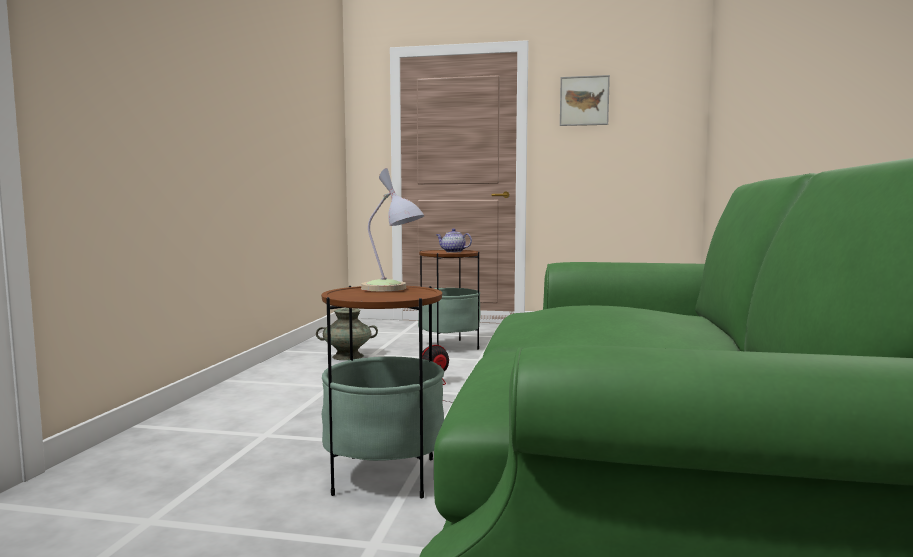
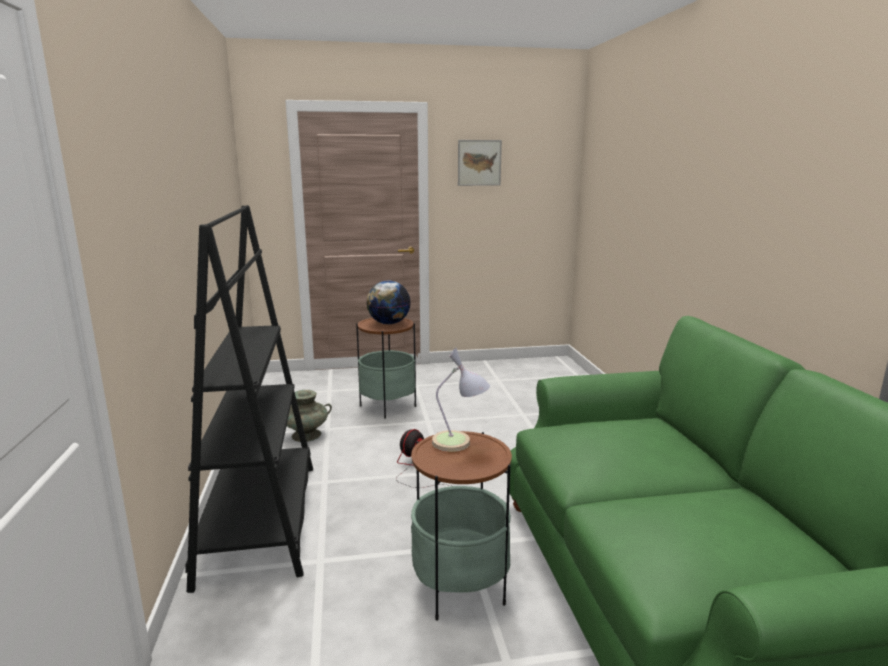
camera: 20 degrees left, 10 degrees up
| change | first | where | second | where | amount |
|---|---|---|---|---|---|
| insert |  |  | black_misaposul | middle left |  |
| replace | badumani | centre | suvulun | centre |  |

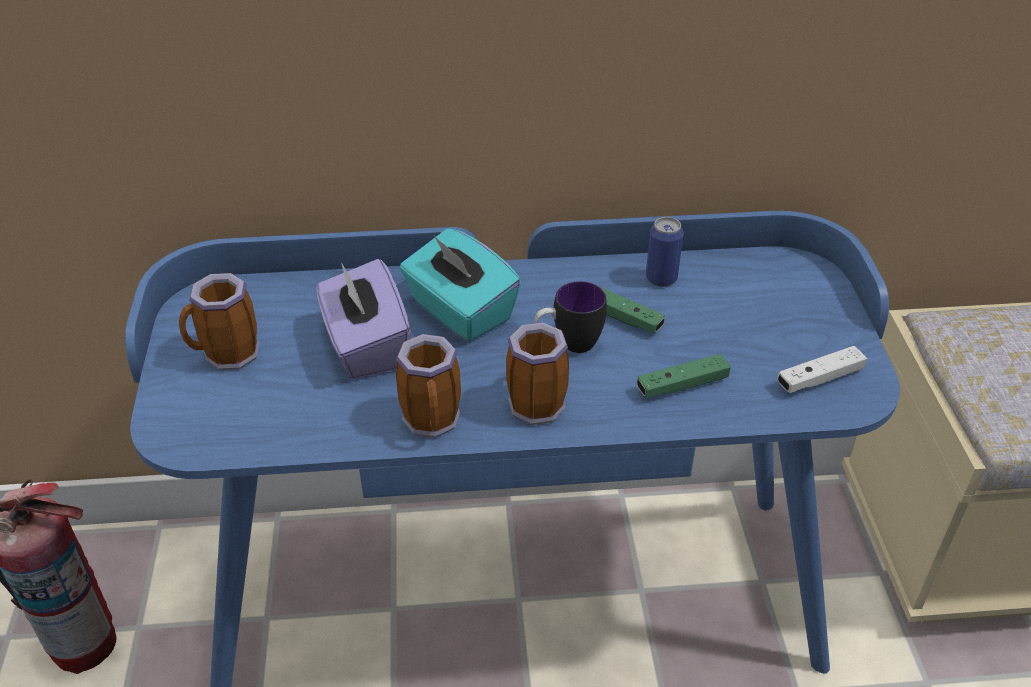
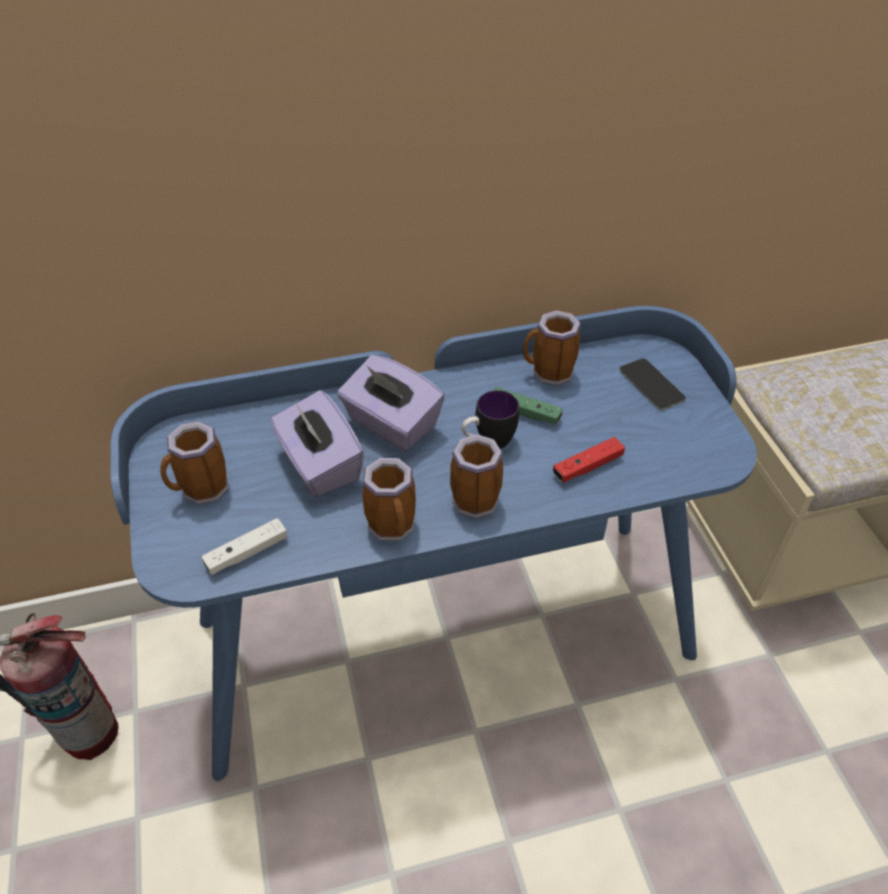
camera: 10 degrees left, 5 degrees up
| change | first | where | second | where | amount |
|---|---|---|---|---|---|
| insert |  |  | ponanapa | middle right |  |
| move | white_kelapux | middle right |  | middle left |  |
| replace | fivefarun | centre | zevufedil (5th from left) | centre |  |
| recolor | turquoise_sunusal | centre | purple_sunusal (2nd from left) | centre |  |
| recolor | green_kelapux (2nd from left) | centre | red_kelapux | centre |  |

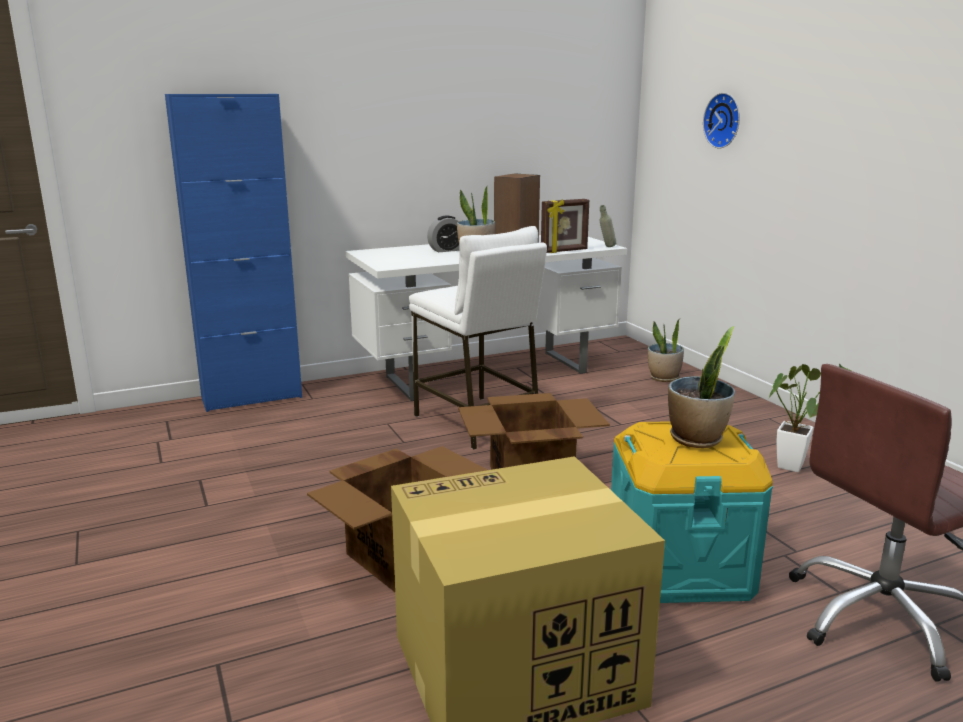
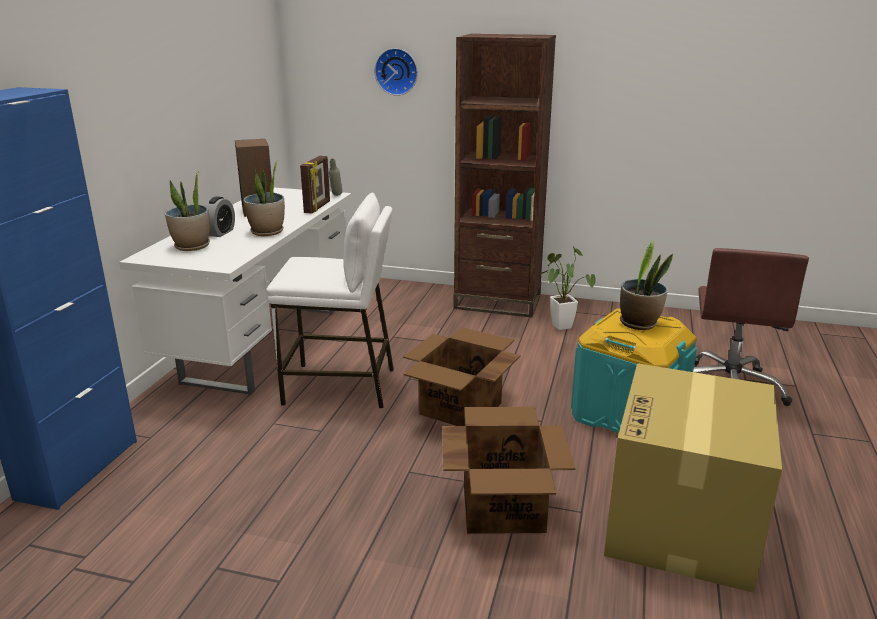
camera: 50 degrees left, 5 degrees up
| change | first | where | second | where | amount |
|---|---|---|---|---|---|
| insert |  |  | brown_misaposul | top centre |  |
| move | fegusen (2nd from left in the first image) | middle right | fegusen (1st from left) | middle left |  |

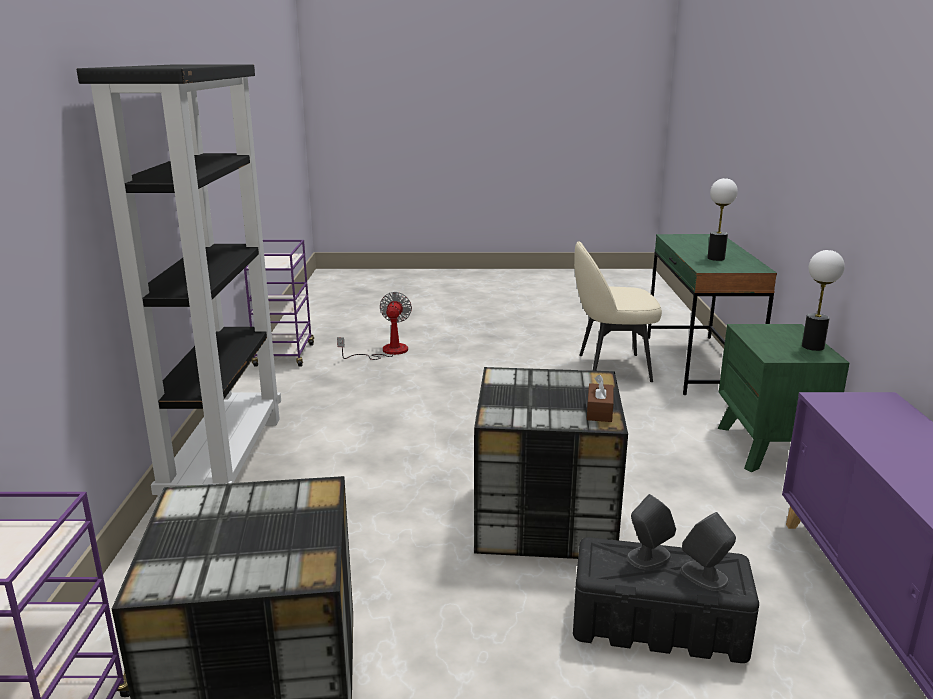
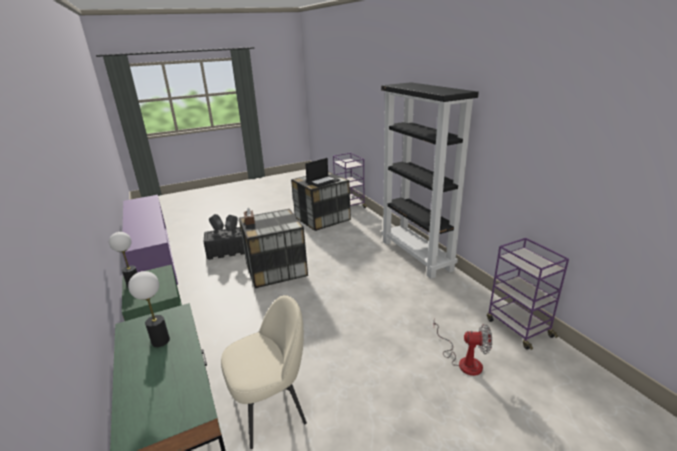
camera: 155 degrees right, 5 degrees up
| change | first | where | second | where | amount |
|---|---|---|---|---|---|
| insert |  |  | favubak | centre |  |
| rotate | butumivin | centre |  | bottom right | 60 degrees counterclockwise |

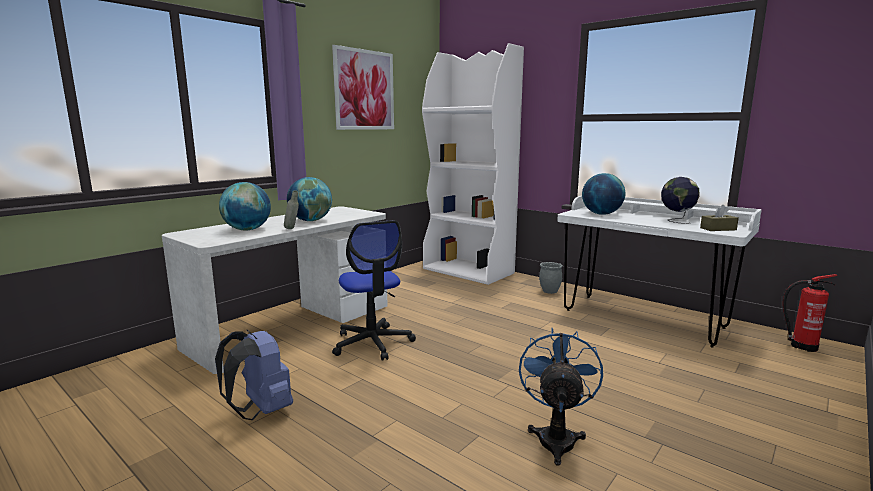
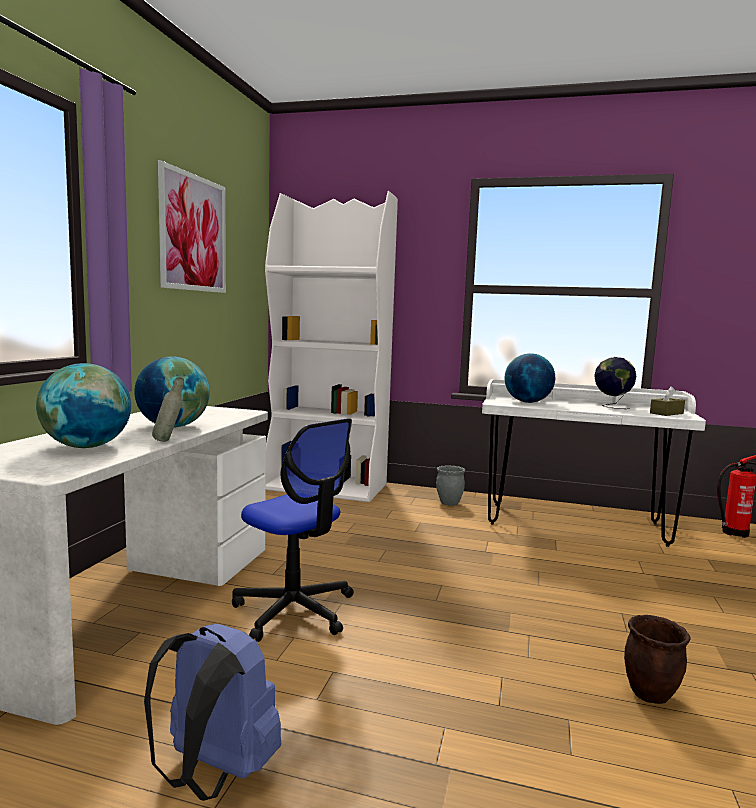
camera: 25 degrees left, 5 degrees down
| change | first | where | second | where | amount |
|---|---|---|---|---|---|
| replace | blue_butumivin | bottom centre | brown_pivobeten | bottom right |  |

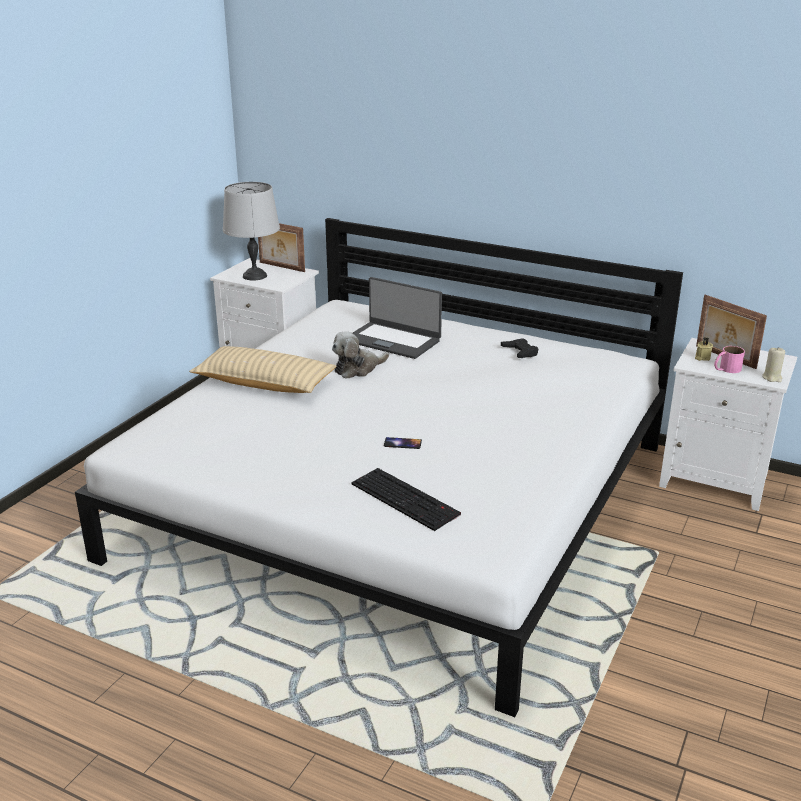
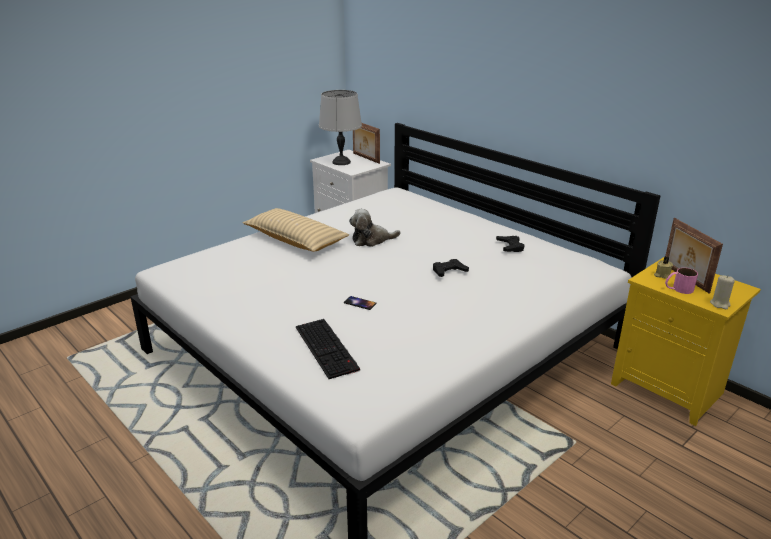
camera: 20 degrees right, 0 degrees up
| change | first | where | second | where | amount |
|---|---|---|---|---|---|
| delete | favubak | centre |  |  |  |
| insert |  |  | black_kelapux (1st from left) | centre |  |
| recolor | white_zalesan (2nd from left) | middle right | yellow_zalesan | middle right |  |

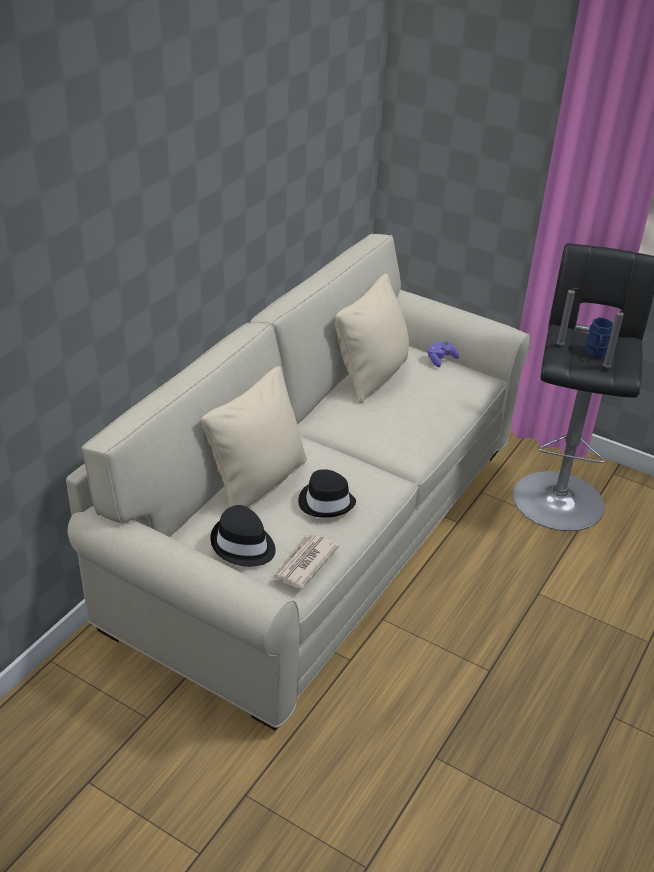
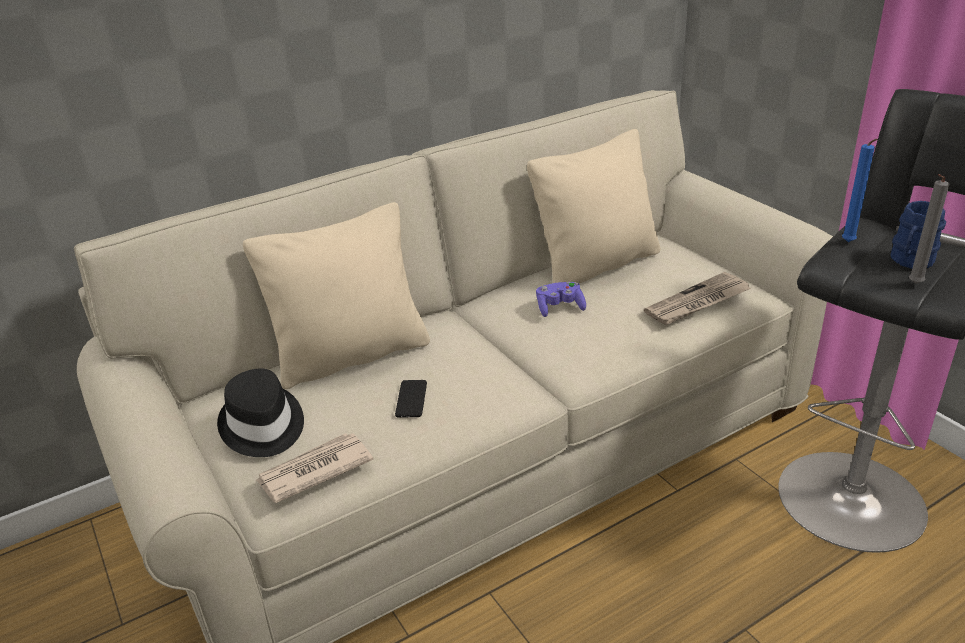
camera: 30 degrees right, 5 degrees down
| change | first | where | second | where | amount |
|---|---|---|---|---|---|
| insert |  |  | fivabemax (2nd from left) | middle right |  |
| move | purple_kelapux | middle right |  | centre |  |
| replace | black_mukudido (2nd from left) | centre | ponanapa | centre |  |
| recolor | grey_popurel (1st from left) | middle right | blue_popurel | top right |  |

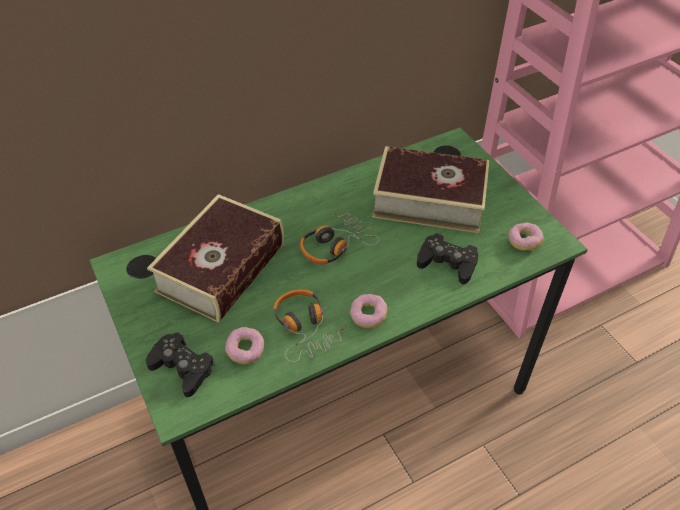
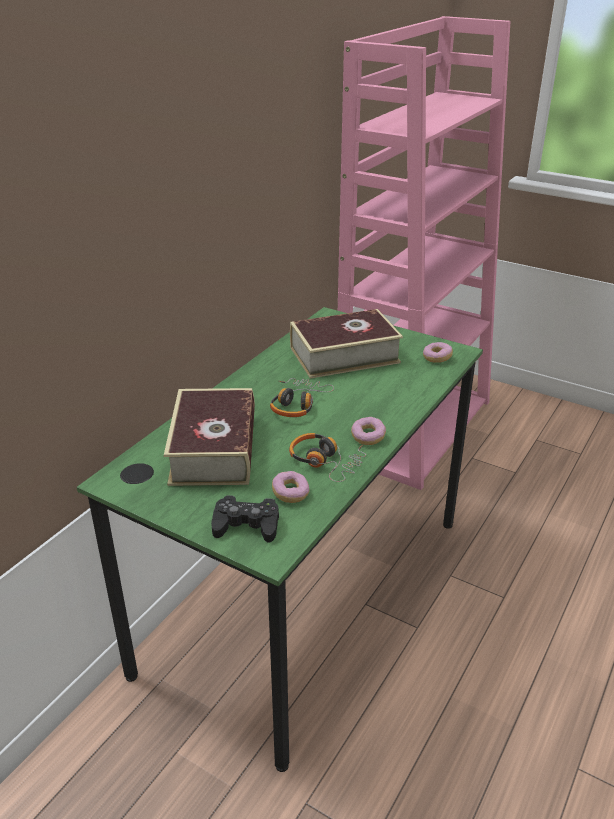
camera: 30 degrees left, 15 degrees down
| change | first | where | second | where | amount |
|---|---|---|---|---|---|
| delete | black_kelapux (2nd from left) | centre |  |  |  |

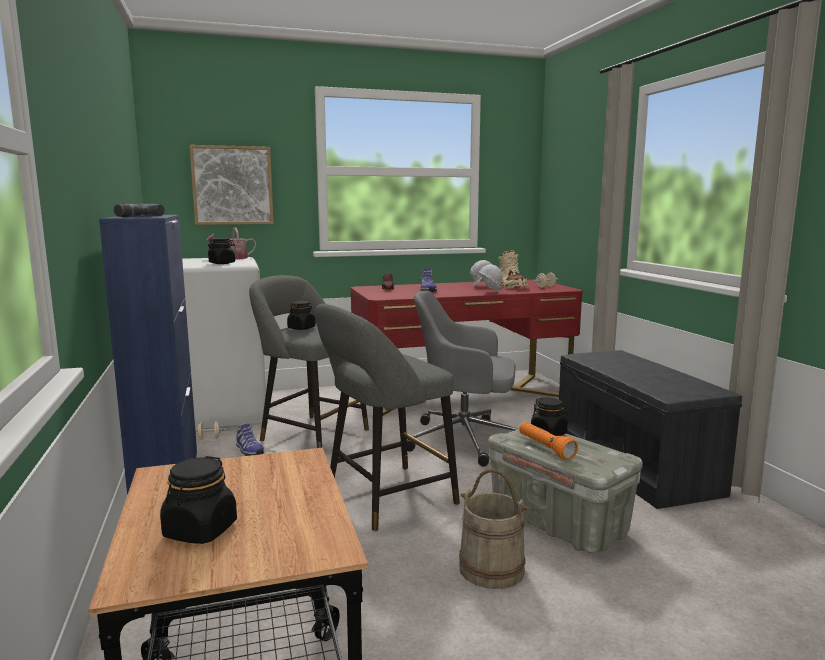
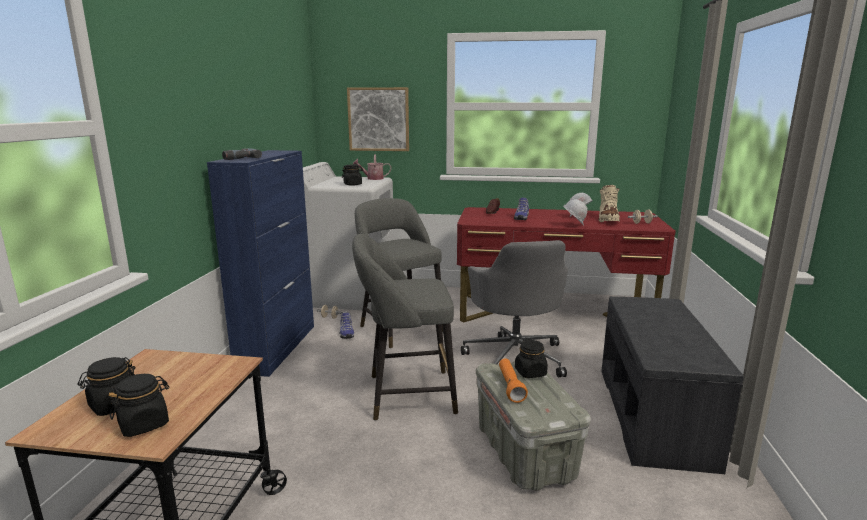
camera: 25 degrees right, 5 degrees up
| change | first | where | second | where | amount |
|---|---|---|---|---|---|
| delete | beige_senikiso | bottom centre |  |  |  |
| move | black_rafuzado (3rd from left in the first image) | centre | black_rafuzado (2nd from left) | bottom left |  |
| rotate | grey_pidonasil | centre |  | centre | 135 degrees counterclockwise |

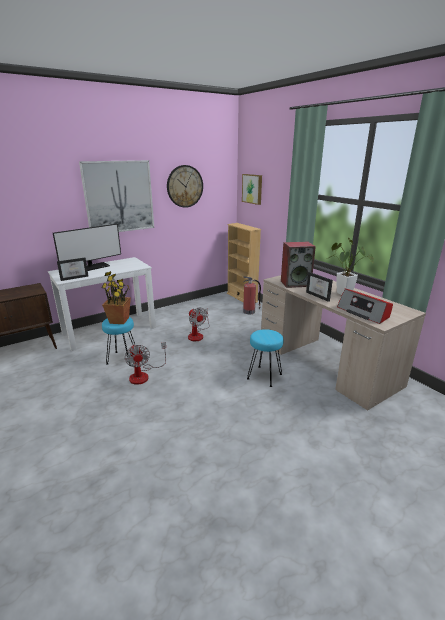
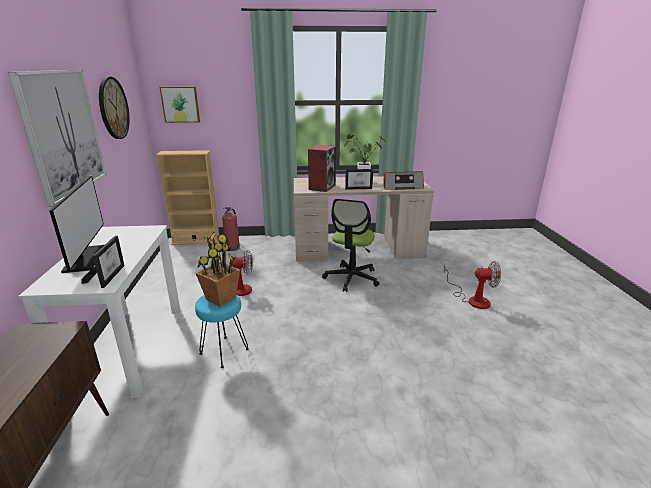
camera: 60 degrees left, 0 degrees up
| change | first | where | second | where | amount |
|---|---|---|---|---|---|
| move | butumivin (1st from left in the first image) | middle left | butumivin (2nd from left) | middle right |  |
| replace | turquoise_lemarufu (2nd from left) | centre | pidonasil | centre |  |

